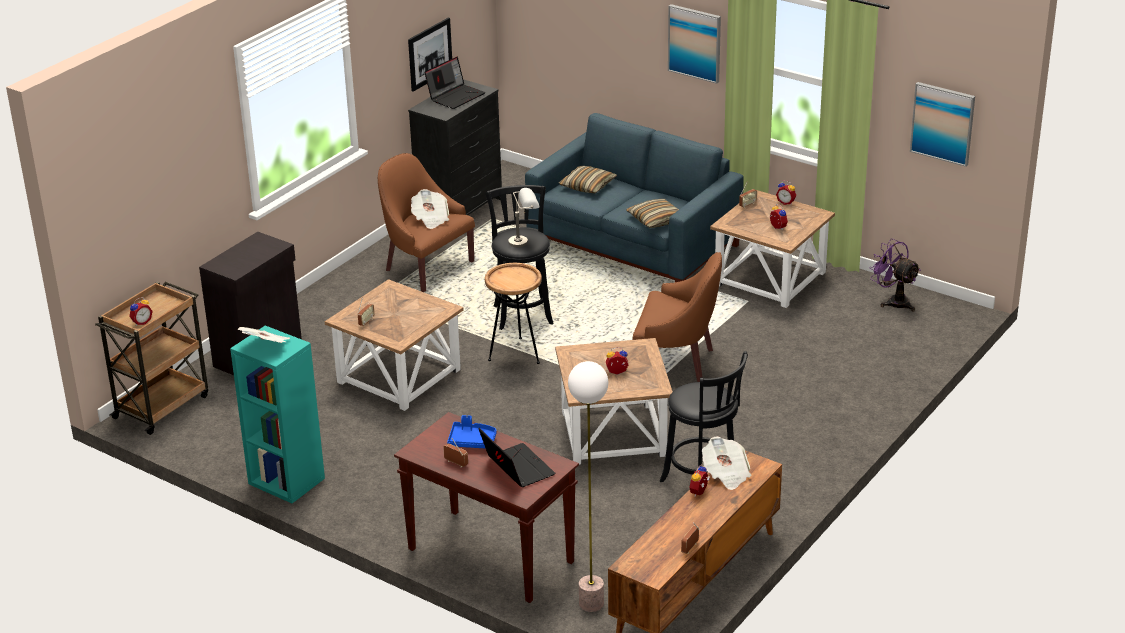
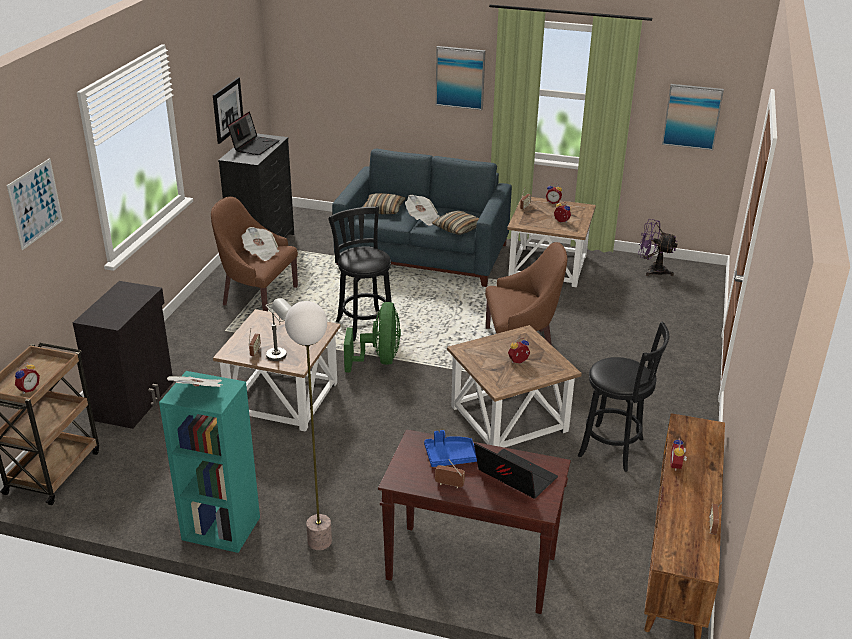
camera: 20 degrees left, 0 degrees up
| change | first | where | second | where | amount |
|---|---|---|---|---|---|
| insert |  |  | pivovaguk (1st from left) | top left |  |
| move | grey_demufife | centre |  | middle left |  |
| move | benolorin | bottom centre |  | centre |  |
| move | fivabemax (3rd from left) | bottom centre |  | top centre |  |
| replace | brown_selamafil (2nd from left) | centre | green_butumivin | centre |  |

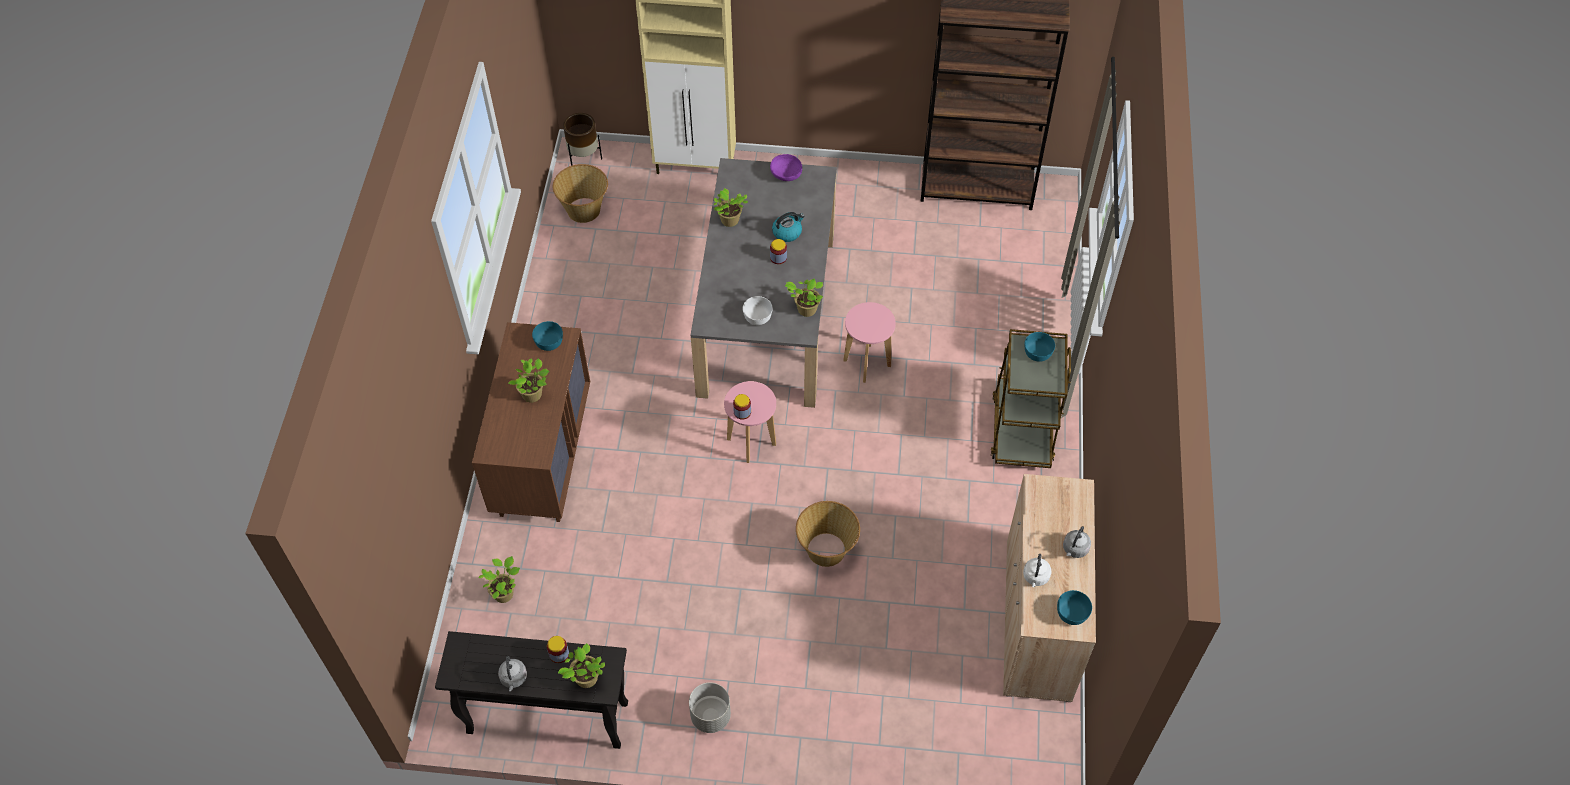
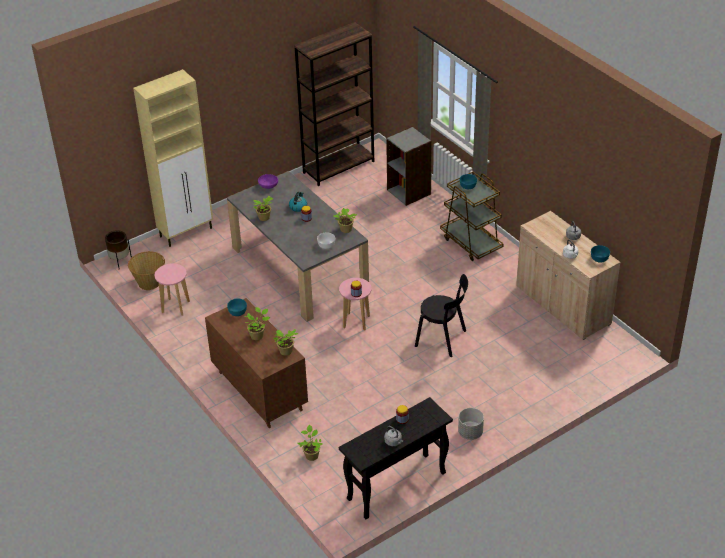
camera: 40 degrees left, 15 degrees down
| change | first | where | second | where | amount |
|---|---|---|---|---|---|
| insert |  |  | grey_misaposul | top centre |  |
| move | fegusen (3rd from left) | bottom centre |  | centre |  |
| move | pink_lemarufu (2nd from left in the first image) | centre | pink_lemarufu (1st from left) | middle left |  |
| replace | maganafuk (2nd from left) | bottom centre | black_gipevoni | centre |  |

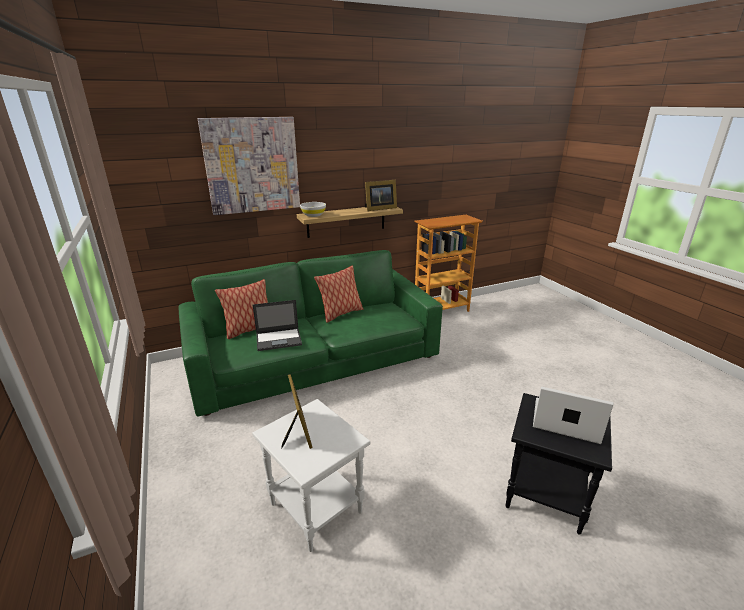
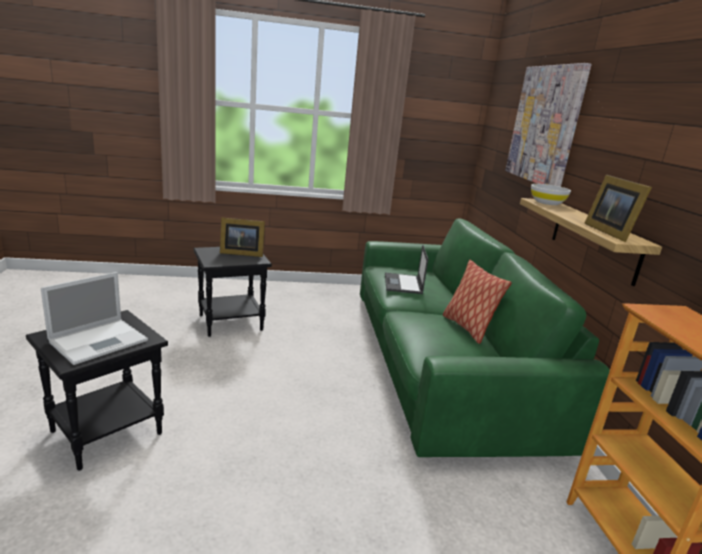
camera: 105 degrees right, 5 degrees down
| change | first | where | second | where | amount |
|---|---|---|---|---|---|
| delete | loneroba (1st from left) | middle left |  |  |  |
| recolor | white_selamafil | bottom centre | black_selamafil (2nd from left) | middle left |  |

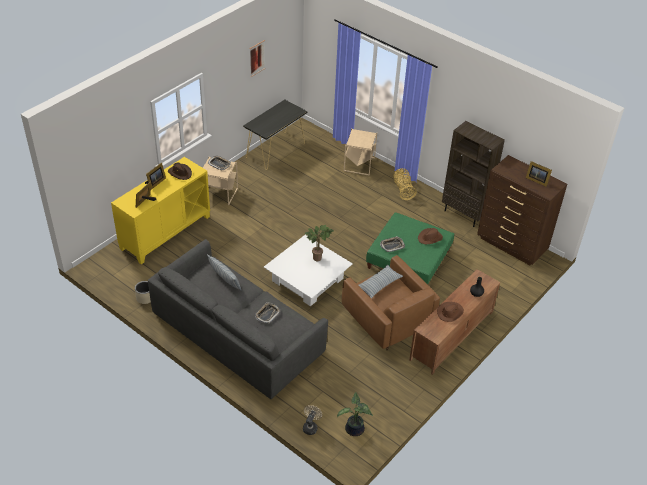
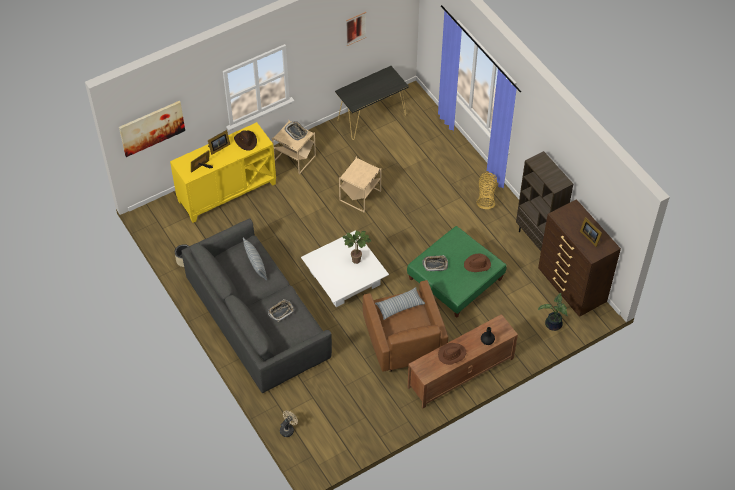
camera: 20 degrees right, 10 degrees up
| change | first | where | second | where | amount |
|---|---|---|---|---|---|
| insert |  |  | pivovaguk (1st from left) | top left |  |
| move | fegusen (2nd from left) | bottom centre |  | middle right |  |
| move | beige_selamafil (2nd from left) | top centre |  | centre |  |

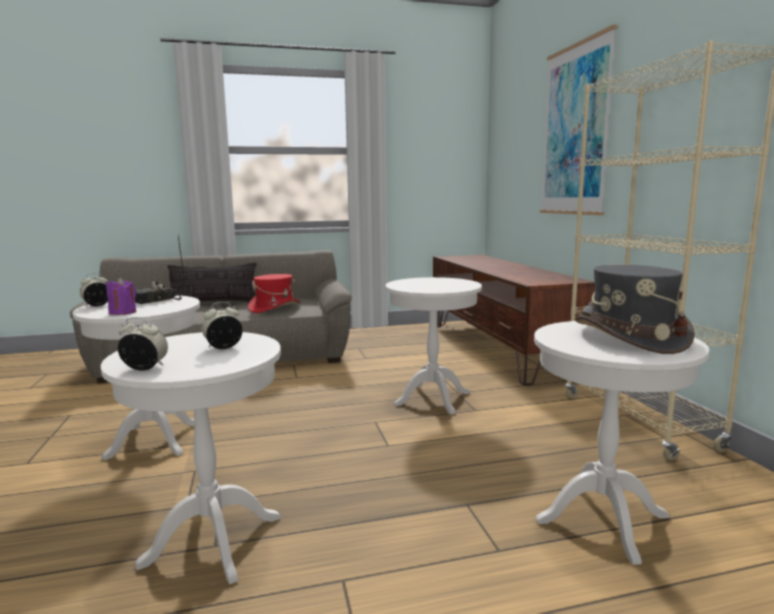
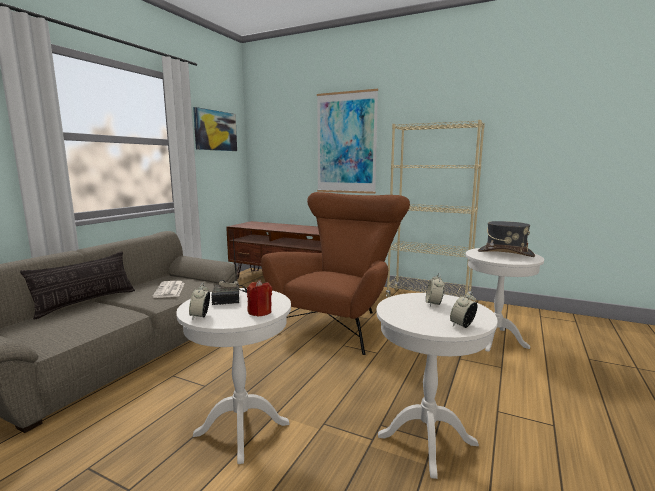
camera: 50 degrees left, 0 degrees up
| change | first | where | second | where | amount |
|---|---|---|---|---|---|
| insert |  |  | pivovaguk (1st from left) | top left |  |
| replace | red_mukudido | centre | fivabemax | middle left |  |
| replace | white_selamafil (3rd from left) | centre | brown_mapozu | centre |  |
| recolor | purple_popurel | middle left | red_popurel | centre |  |

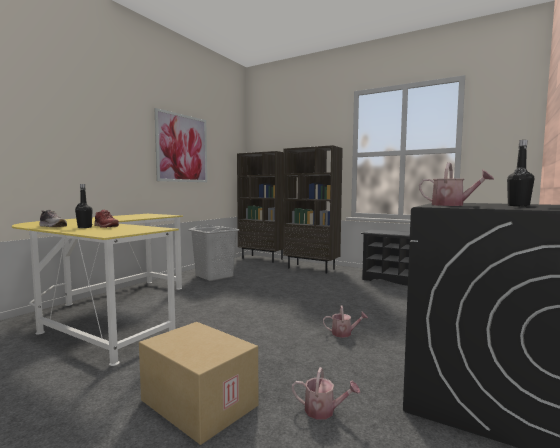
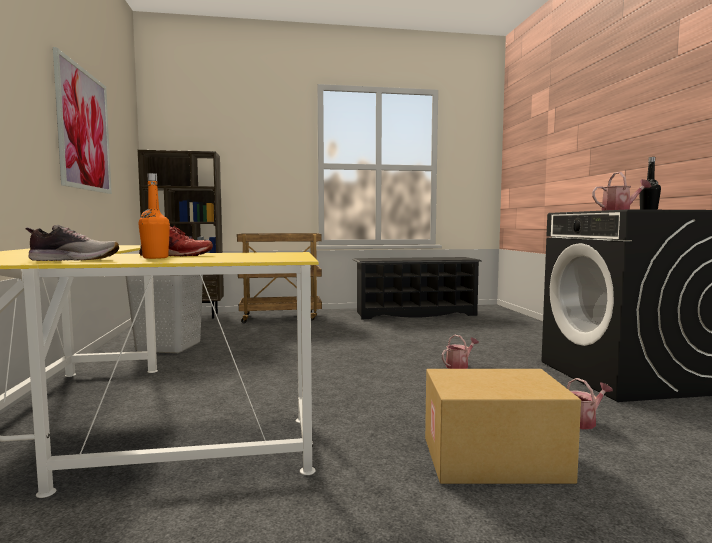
camera: 40 degrees left, 0 degrees up
| change | first | where | second | where | amount |
|---|---|---|---|---|---|
| replace | brown_misaposul (2nd from left) | centre | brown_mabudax | centre |  |
| recolor | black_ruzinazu (1st from left) | middle left | orange_ruzinazu | middle left |  |

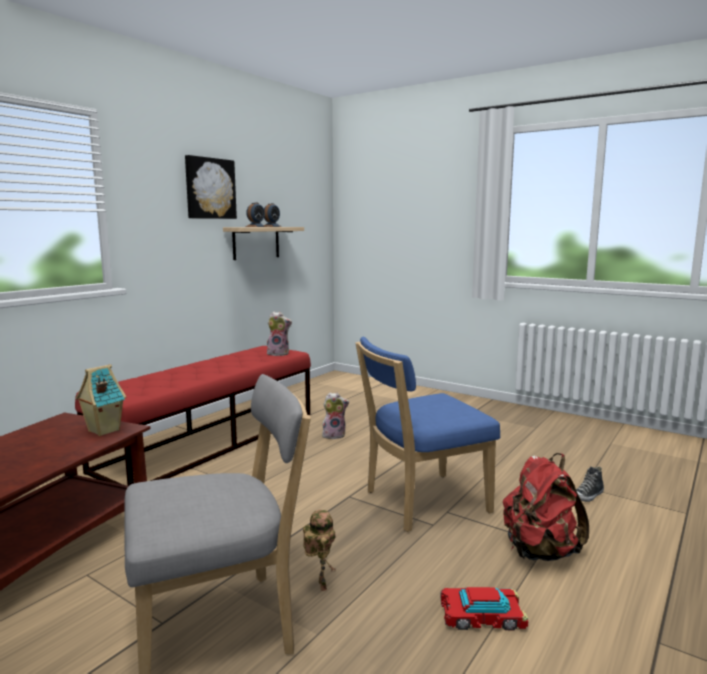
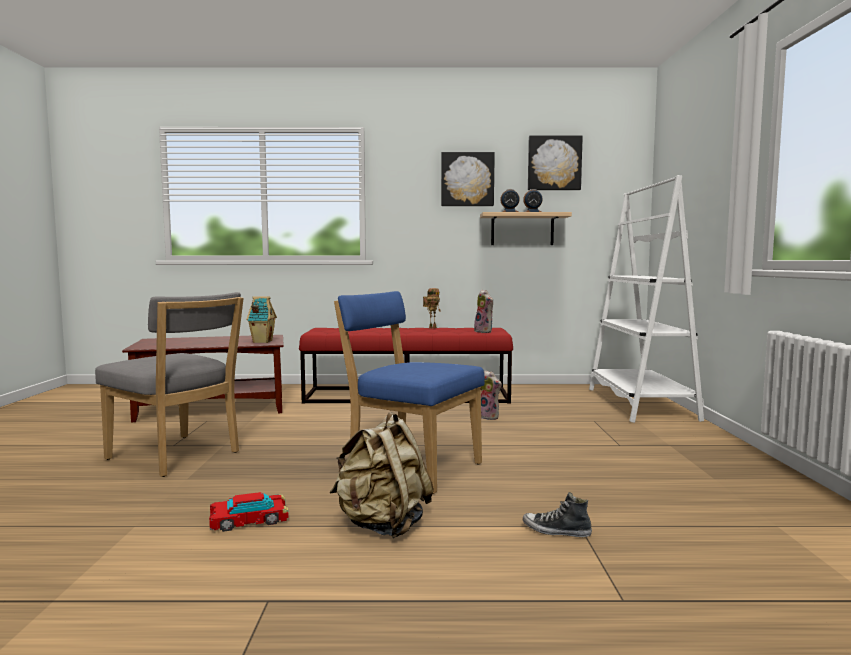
camera: 55 degrees right, 5 degrees down
| change | first | where | second | where | amount |
|---|---|---|---|---|---|
| insert |  |  | pivovaguk (2nd from left) | top centre |  |
| insert |  |  | white_misaposul | middle right |  |
| move | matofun | bottom centre |  | centre |  |
| recolor | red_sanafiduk | bottom right | beige_sanafiduk | bottom centre |  |
| rotate | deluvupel | bottom right |  | bottom left | 75 degrees counterclockwise |

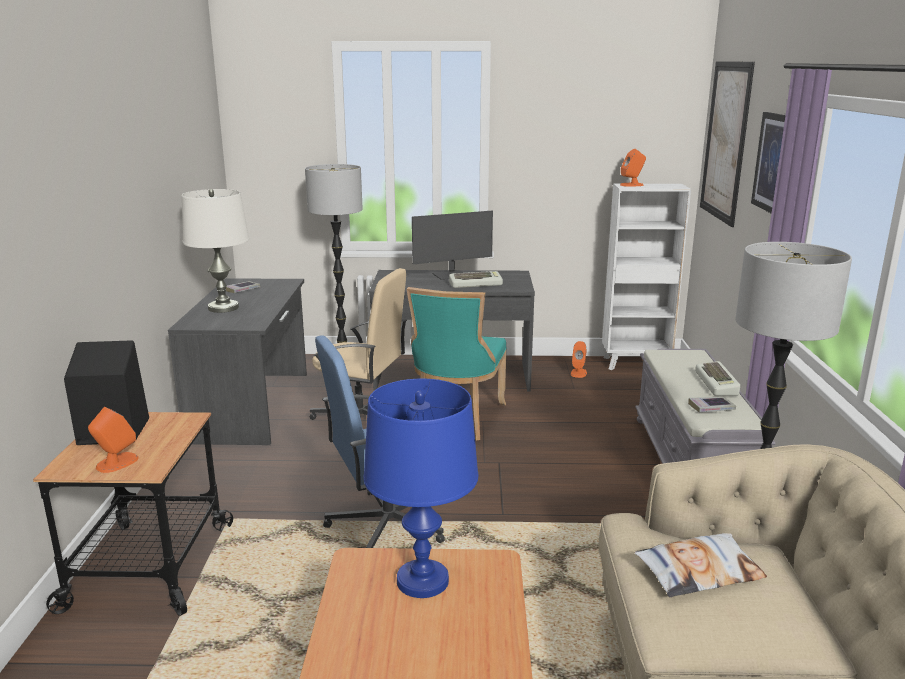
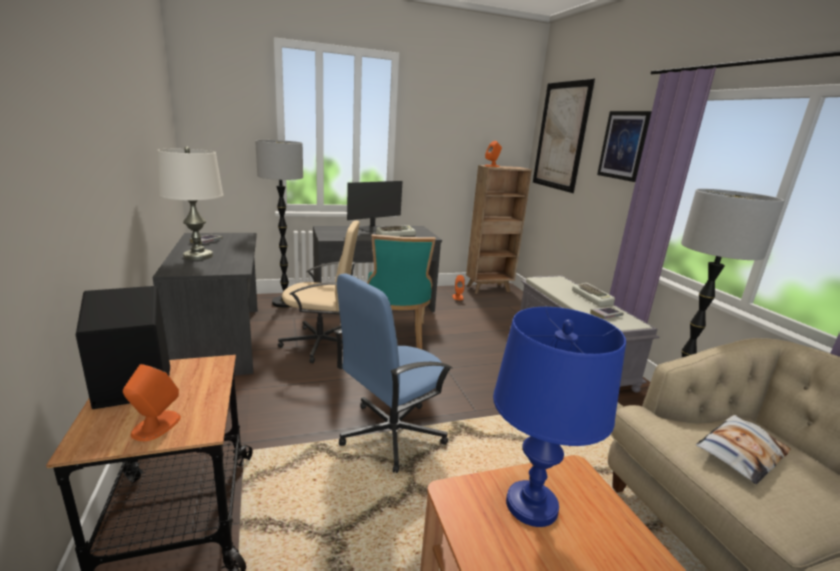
camera: 20 degrees left, 0 degrees up
| change | first | where | second | where | amount |
|---|---|---|---|---|---|
| recolor | white_misaposul | middle right | brown_misaposul | centre |  |

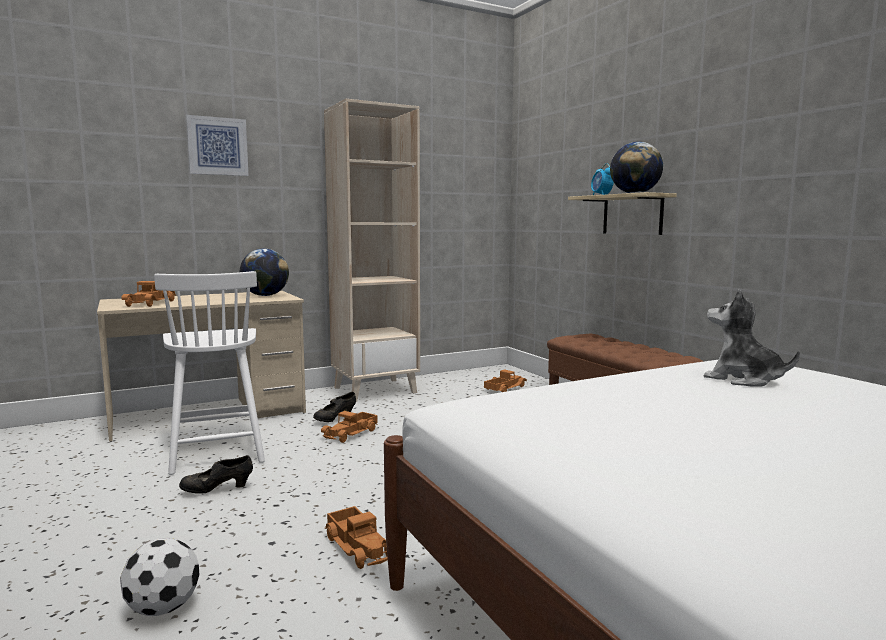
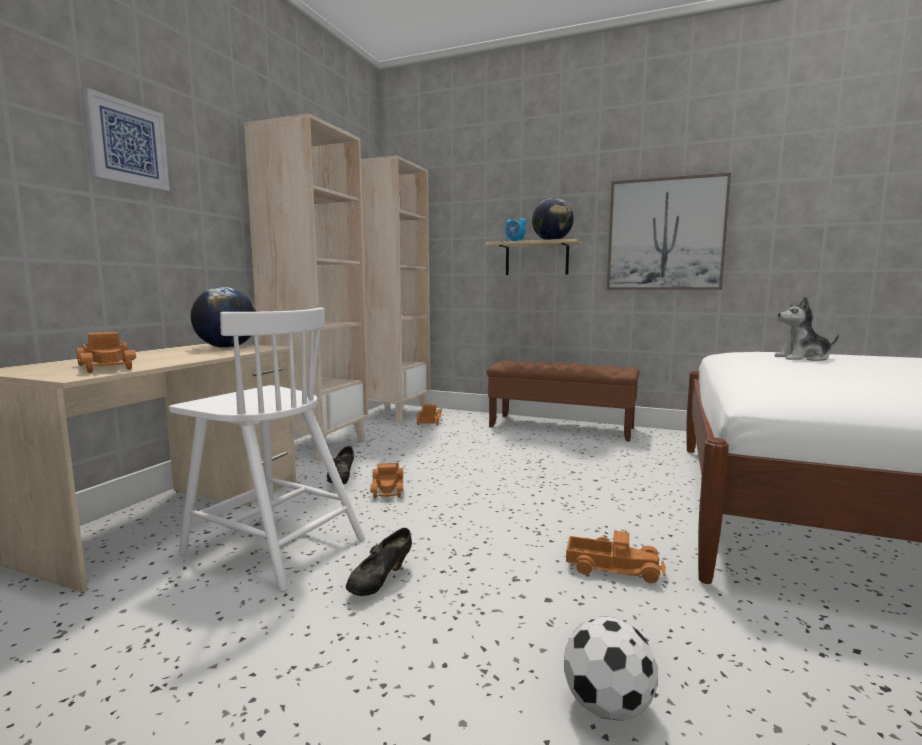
camera: 40 degrees left, 0 degrees up
| change | first | where | second | where | amount |
|---|---|---|---|---|---|
| insert |  |  | beige_misaposul (2nd from left) | centre |  |
| insert |  |  | pivovaguk (2nd from left) | top right |  |

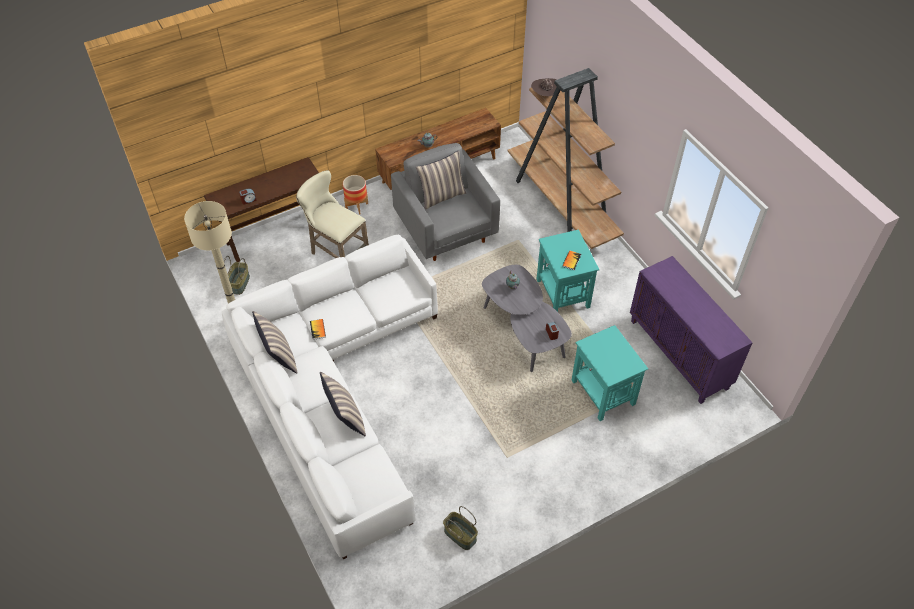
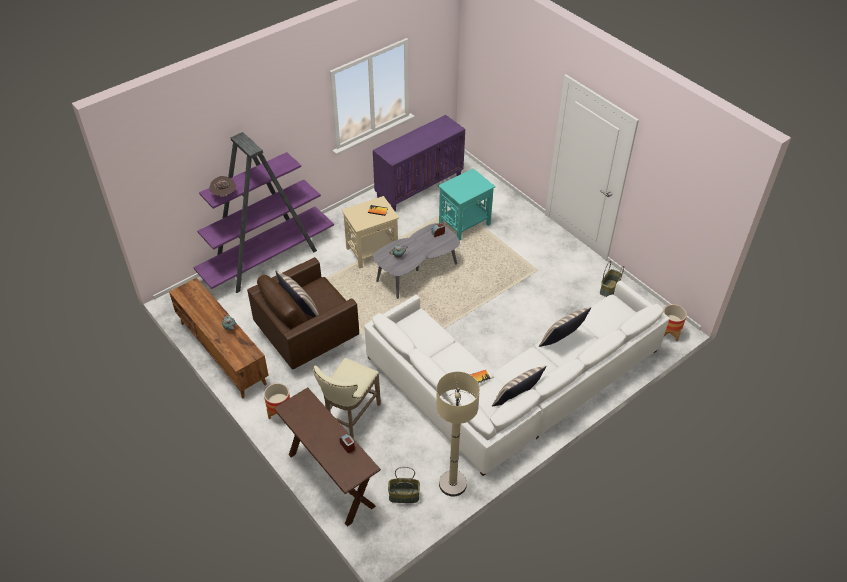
camera: 100 degrees left, 5 degrees down
| change | first | where | second | where | amount |
|---|---|---|---|---|---|
| insert |  |  | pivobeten (2nd from left) | middle right |  |
| recolor | grey_mapozu | top centre | brown_mapozu | centre |  |
| recolor | brown_misaposul | top centre | purple_misaposul | middle left |  |
| recolor | turquoise_selamafil (1st from left) | centre | beige_selamafil | centre |  |

